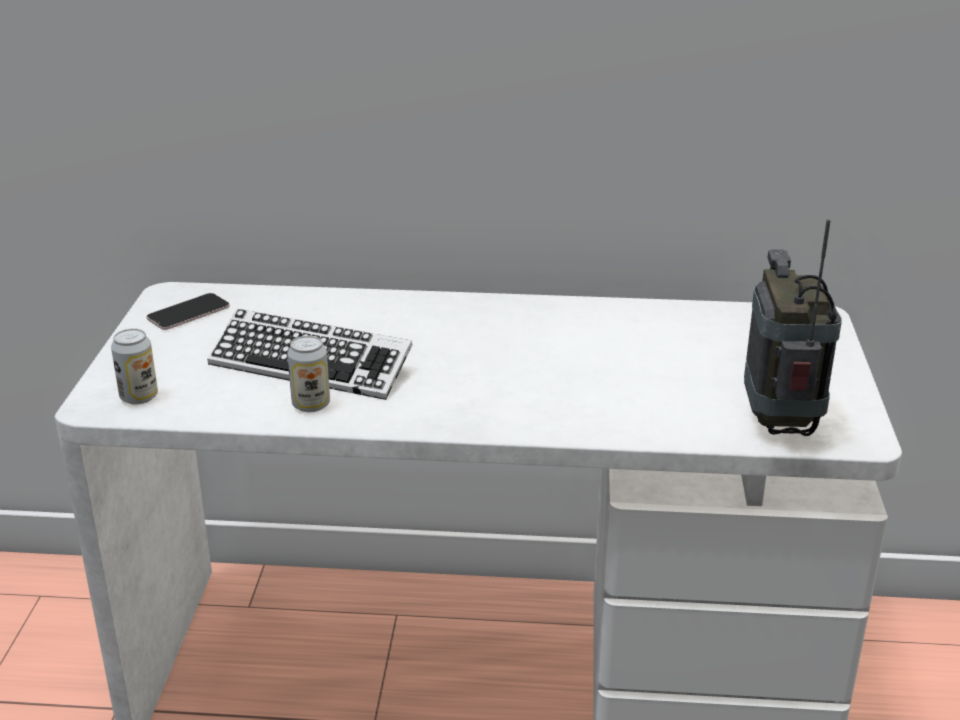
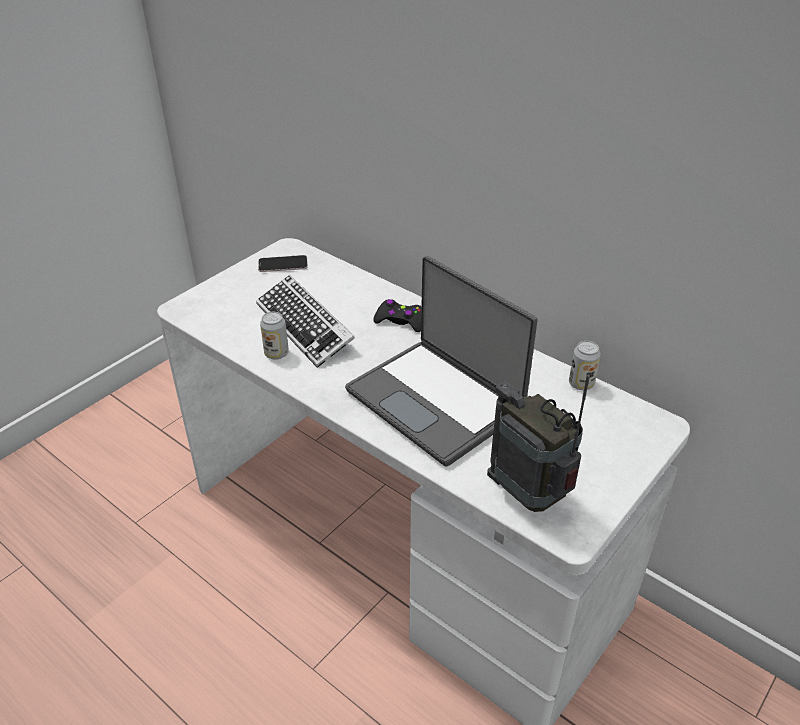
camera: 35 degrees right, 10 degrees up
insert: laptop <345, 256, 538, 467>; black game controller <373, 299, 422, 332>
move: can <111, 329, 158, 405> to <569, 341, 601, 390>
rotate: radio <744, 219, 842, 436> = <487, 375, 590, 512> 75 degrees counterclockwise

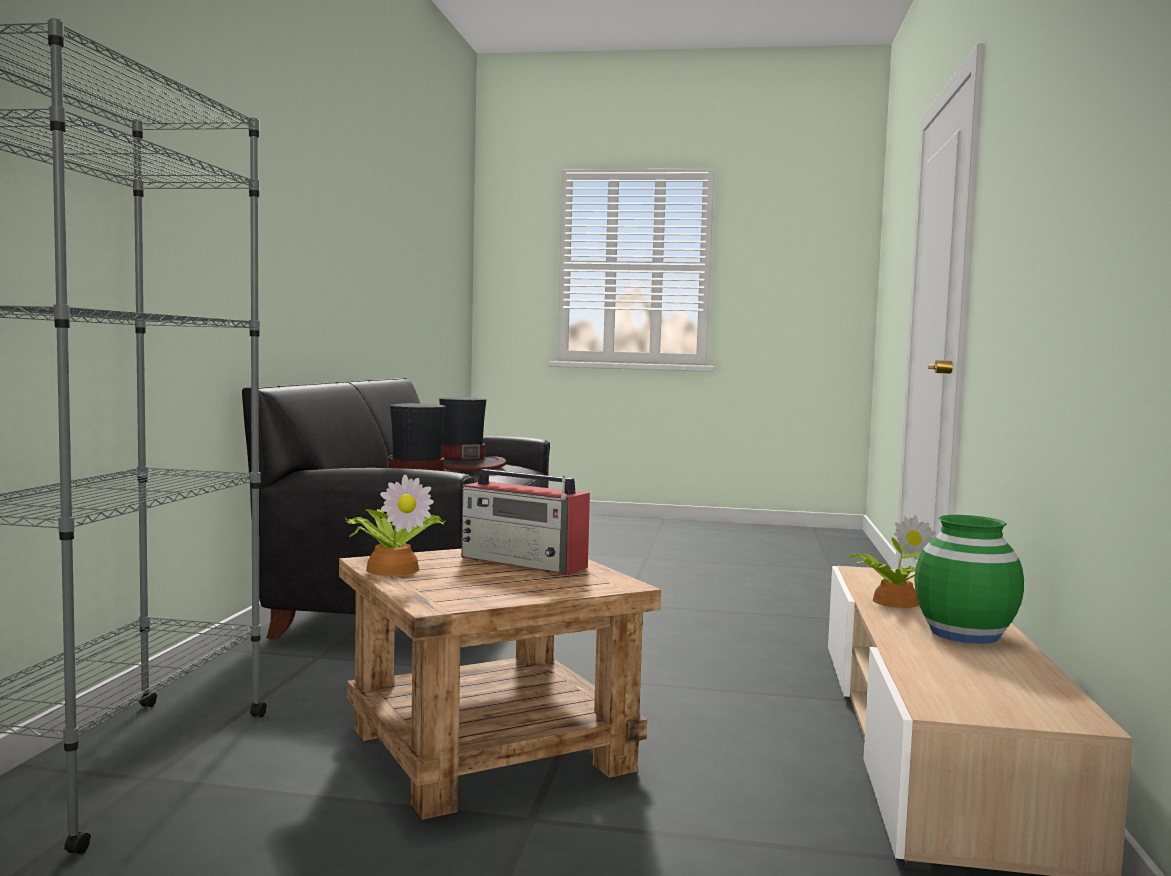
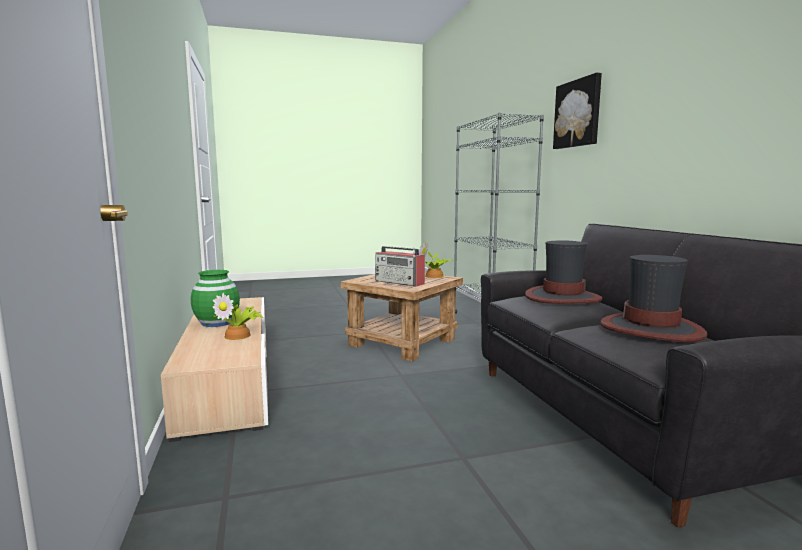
camera: 155 degrees right, 5 degrees up
insert: picture <553, 73, 602, 149>
rotate: radio <461, 469, 590, 575> = <375, 246, 425, 287> 150 degrees counterclockwise

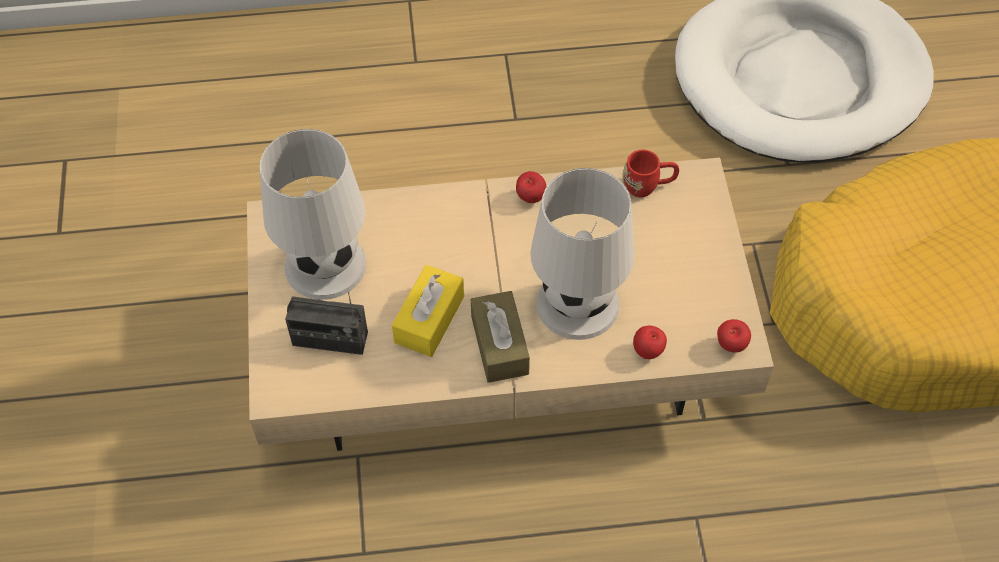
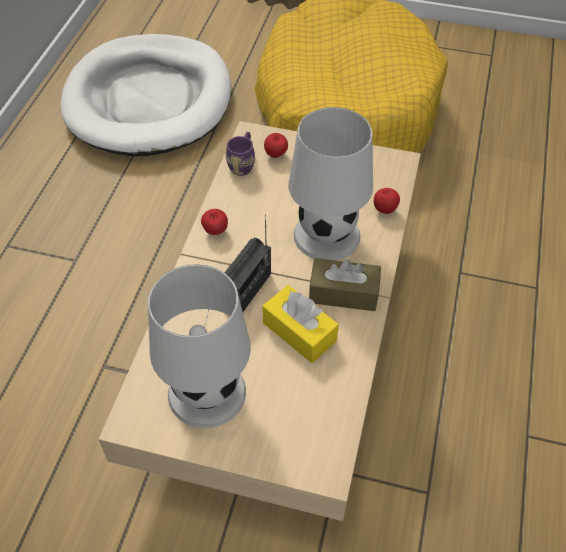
camera: 70 degrees left, 5 degrees down
move: radio <285, 292, 368, 355> to <224, 214, 271, 312>; apple <717, 319, 751, 352> to <264, 133, 288, 158>
recolor: red mug <622, 150, 679, 197> to purple mug <226, 132, 255, 176>

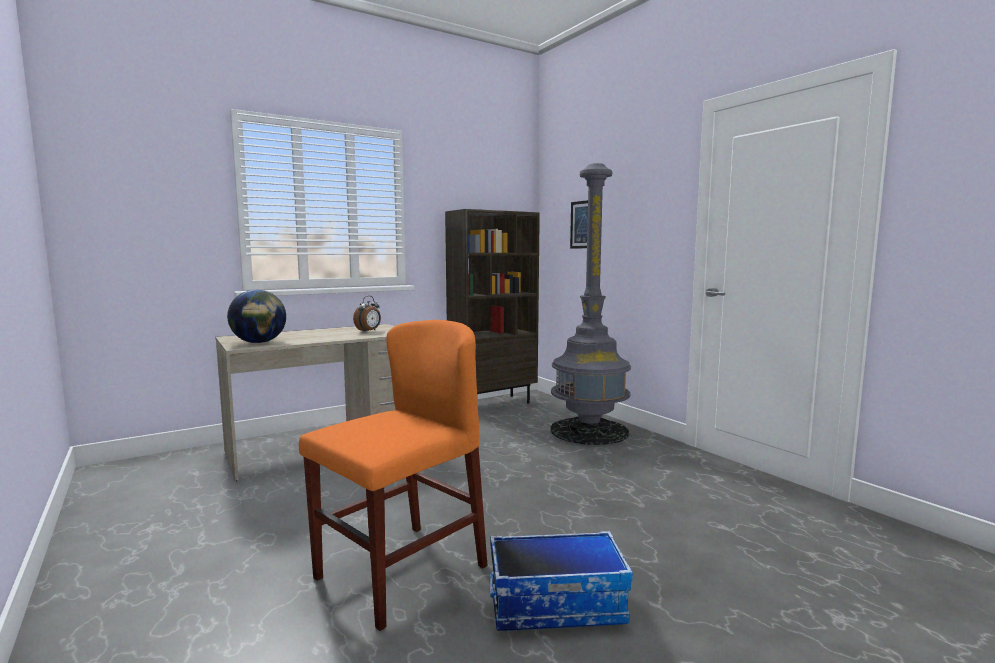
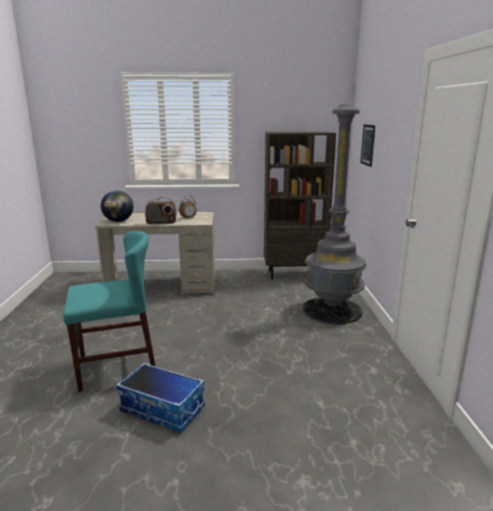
camera: 30 degrees right, 10 degrees up
insert: radio <145, 197, 177, 224>
recolor: orange chair <299, 320, 488, 631> to turquoise chair <63, 231, 156, 392>

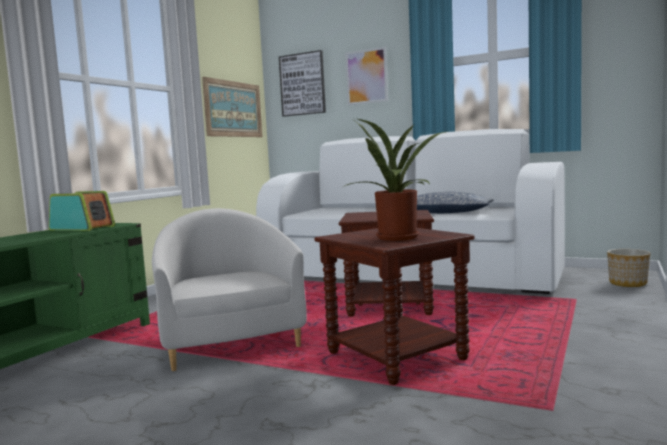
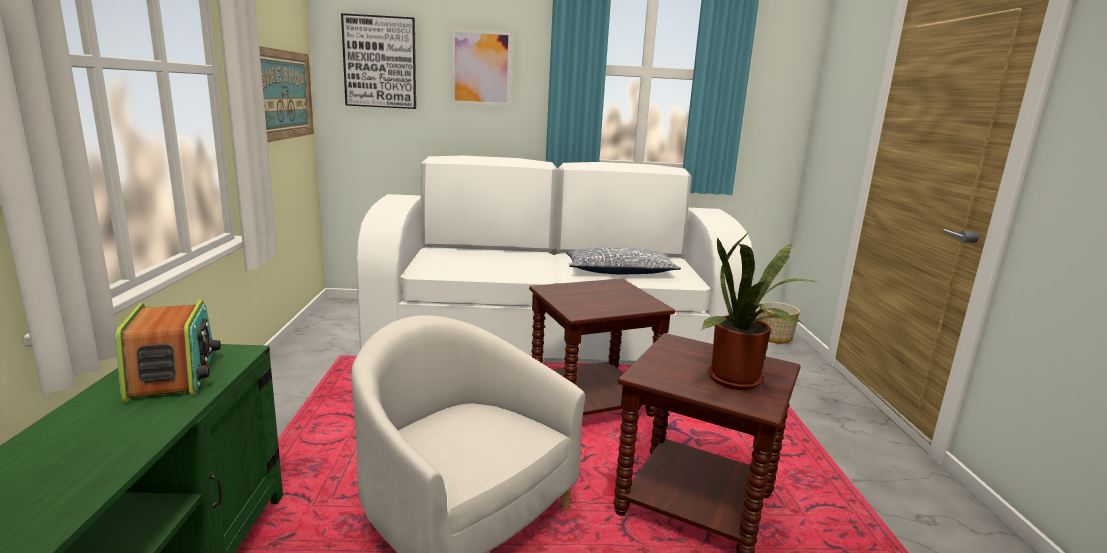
camera: 30 degrees left, 10 degrees up
rotate: radio <49, 191, 115, 231> = <115, 300, 221, 403> 75 degrees clockwise

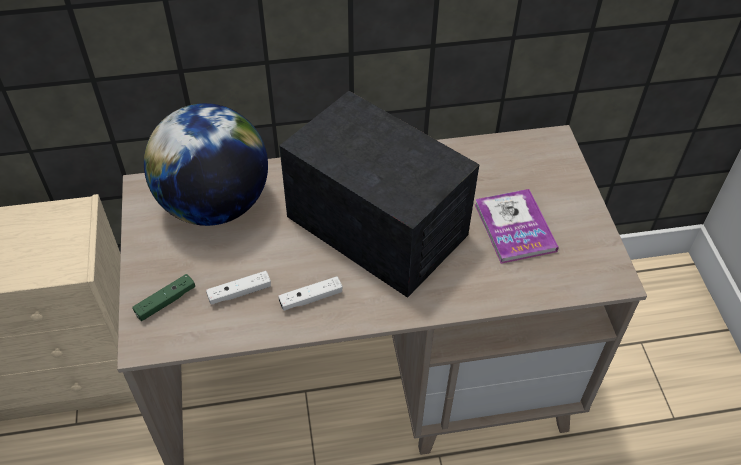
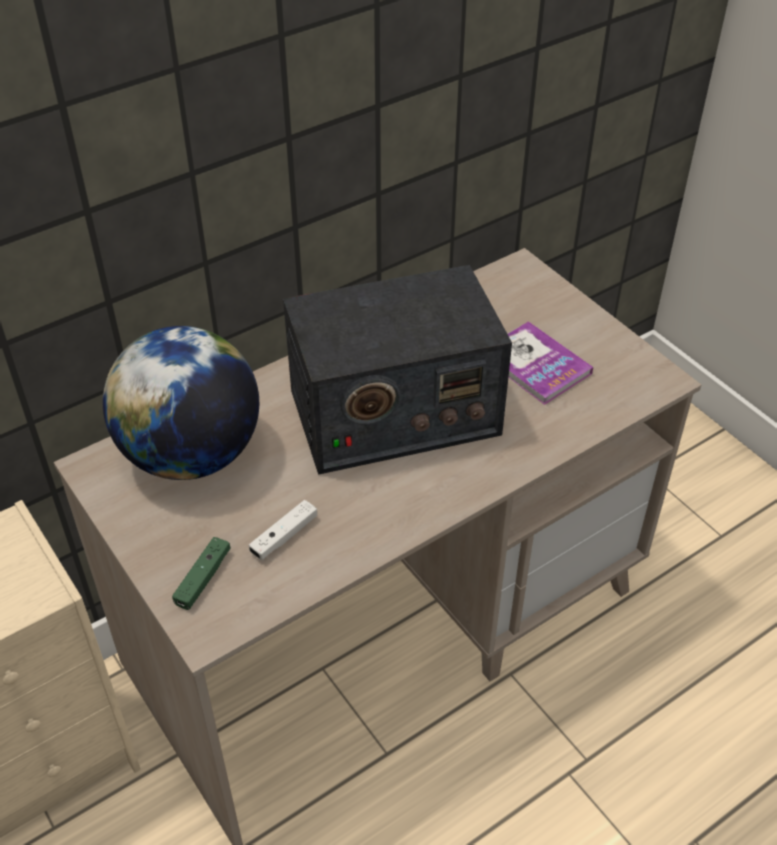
camera: 25 degrees left, 5 degrees down
delete: white game controller <279, 276, 343, 311>
rotate: radio <279, 91, 480, 298> = <283, 265, 512, 475> 150 degrees clockwise

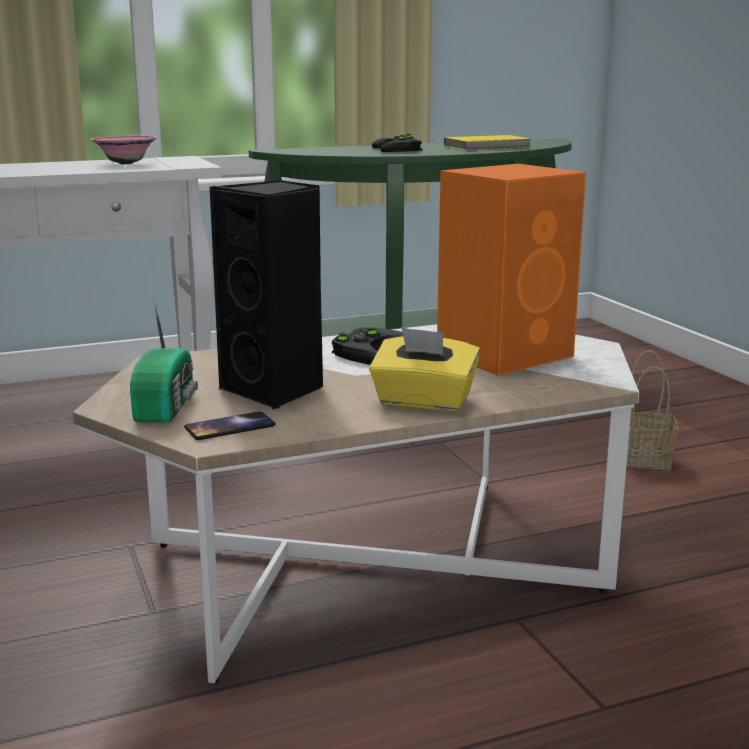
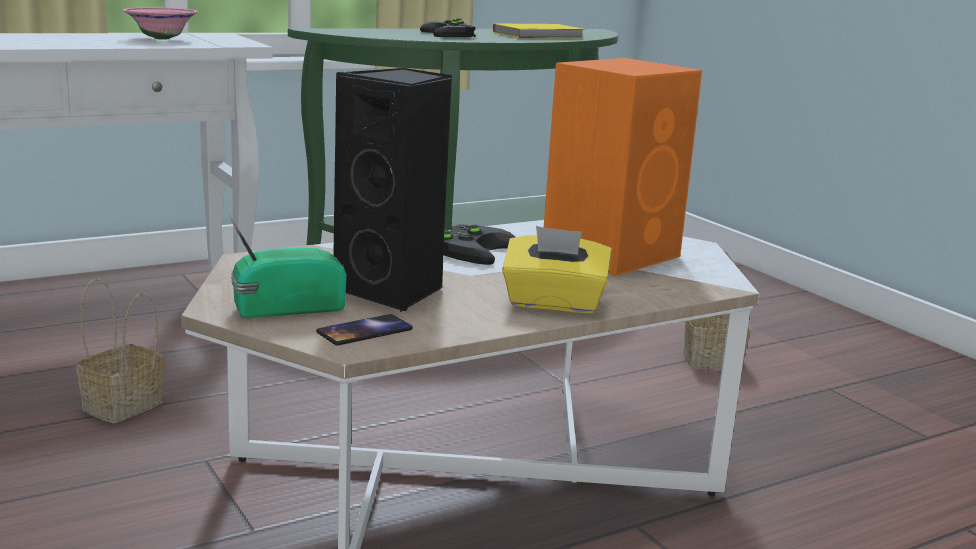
camera: 10 degrees left, 0 degrees up
insert: basket <76, 279, 165, 423>
rotate: radio <130, 298, 198, 423> = <228, 214, 347, 318> 105 degrees counterclockwise

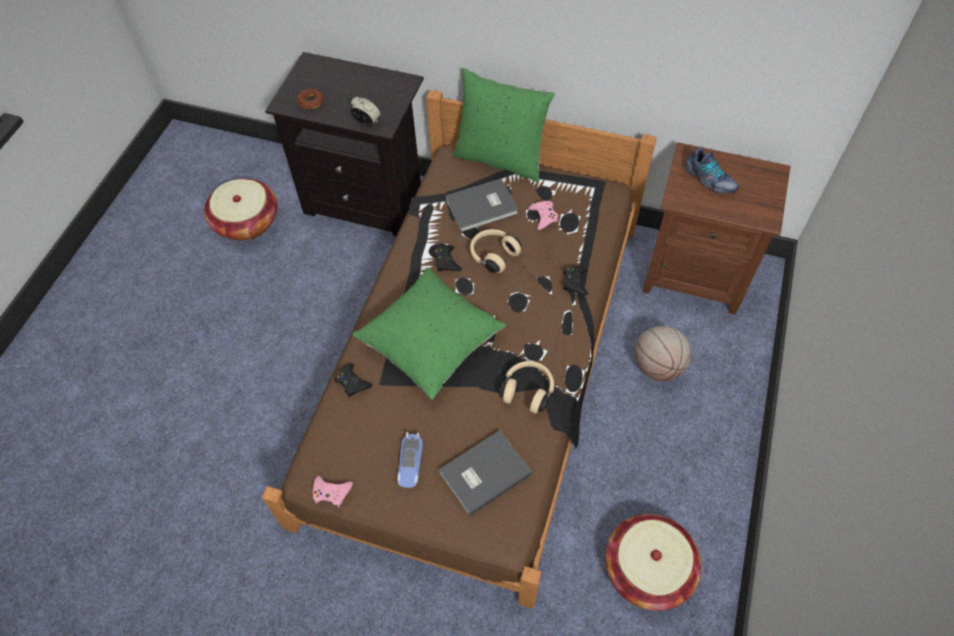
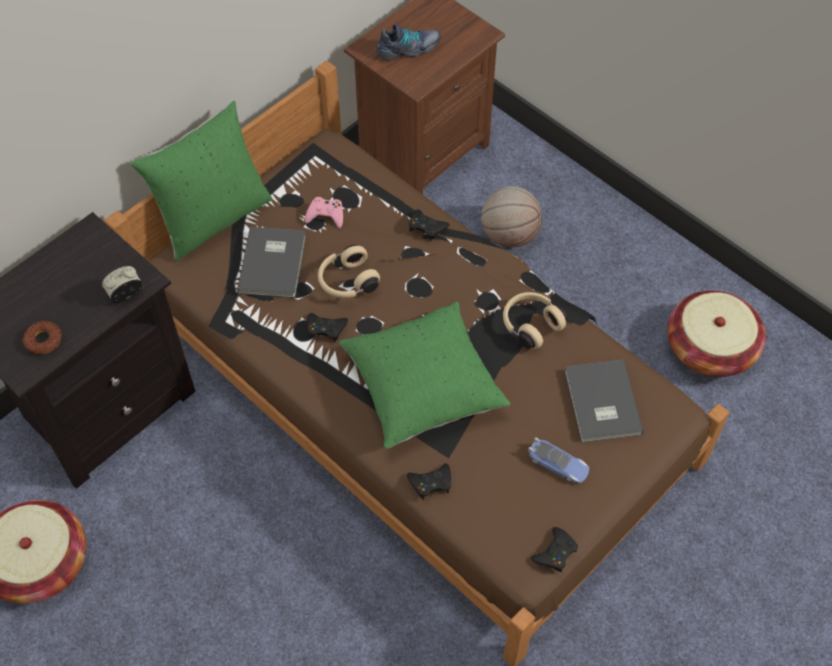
camera: 65 degrees left, 0 degrees up
recolor: pink game controller <313, 476, 353, 507> to black game controller <530, 527, 578, 572>

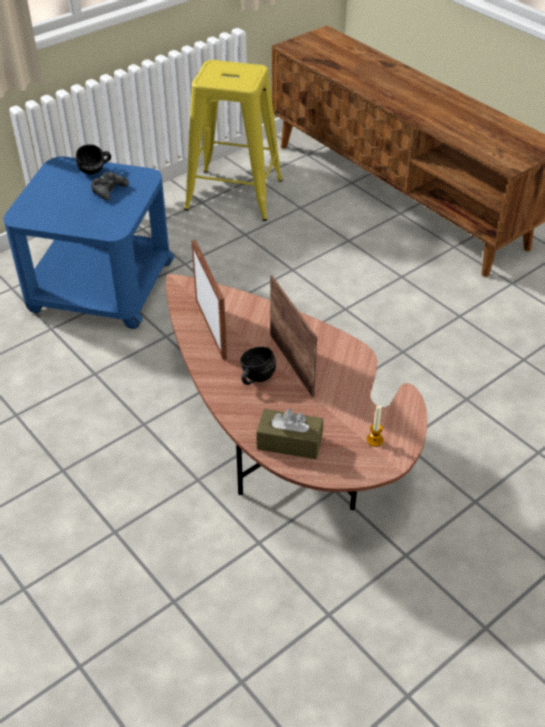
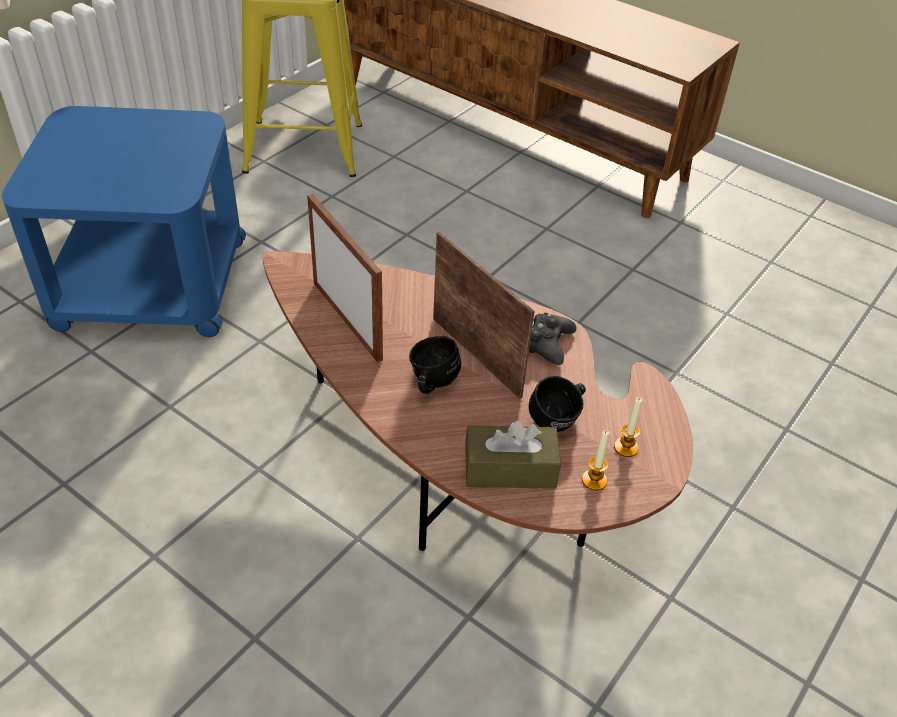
camera: 15 degrees left, 0 degrees up
insert: candle <582, 430, 610, 491>
move: black mug <76, 144, 111, 175> to <529, 376, 586, 432>; black game controller <91, 172, 129, 200> to <529, 313, 577, 365>

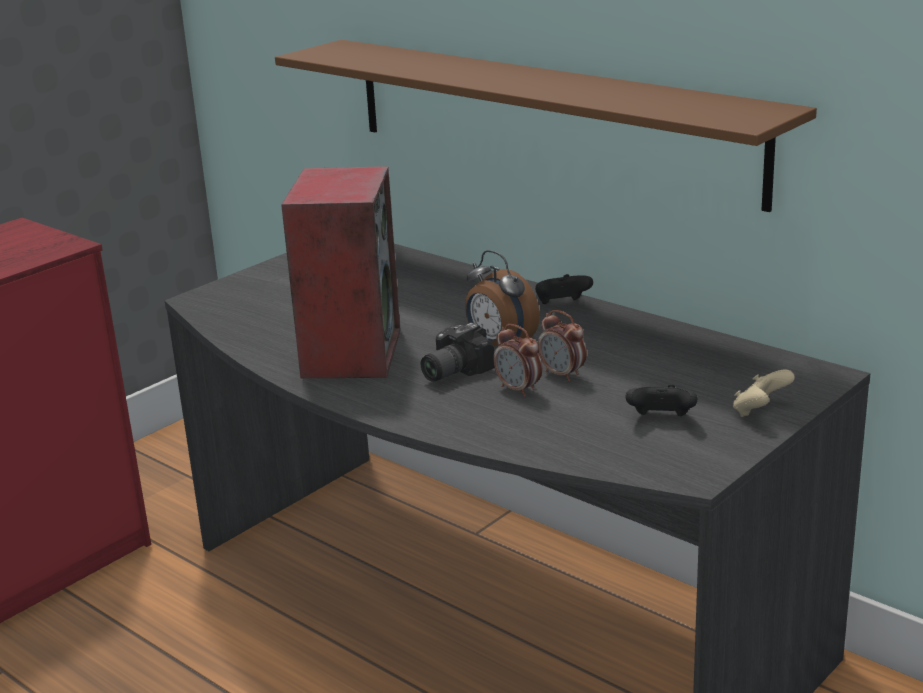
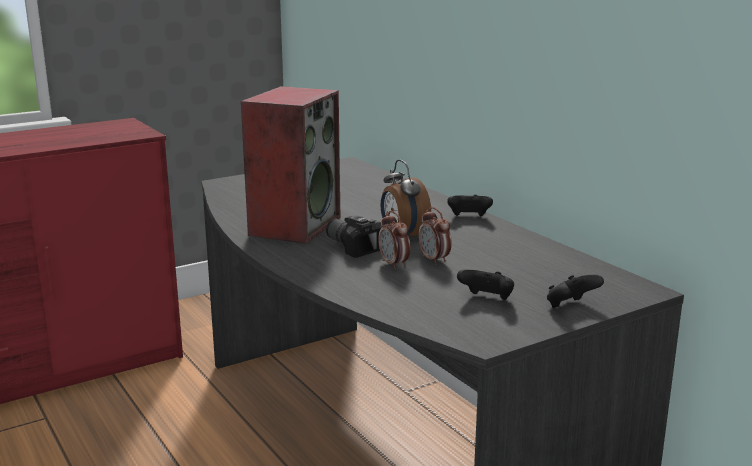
camera: 15 degrees right, 5 degrees down
delete: brown shelf <275, 40, 817, 212>
recolor: beige game controller <733, 370, 795, 417> to black game controller <547, 274, 604, 308>
rotate: photo camera <421, 323, 494, 381> = <326, 216, 382, 258> 75 degrees clockwise

